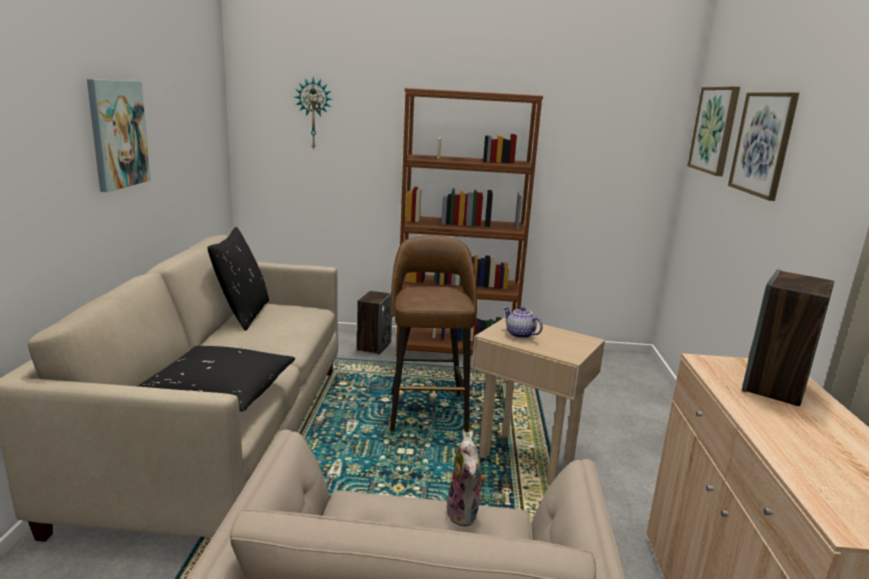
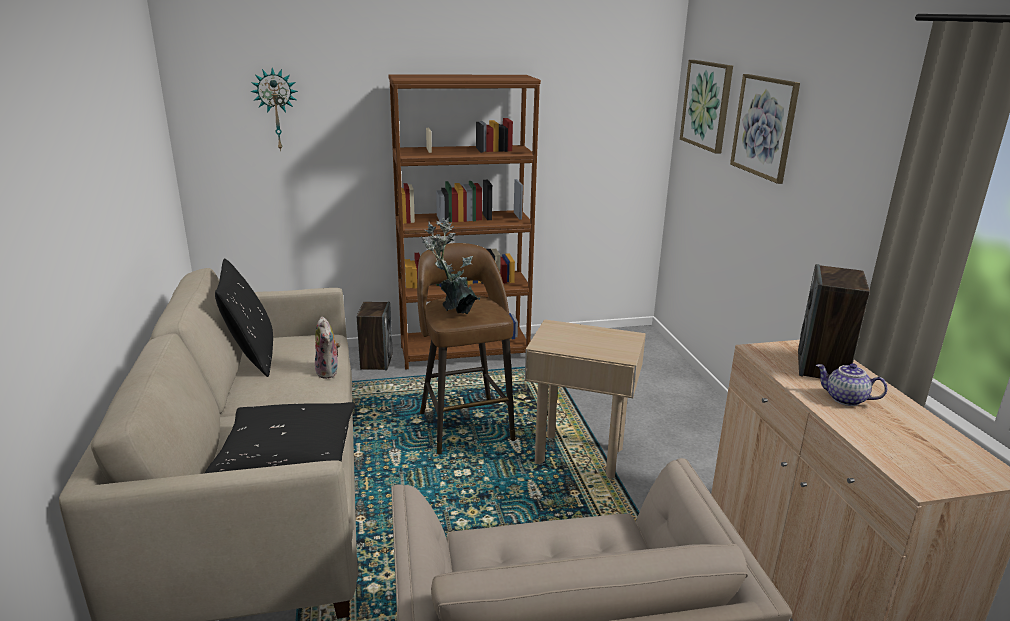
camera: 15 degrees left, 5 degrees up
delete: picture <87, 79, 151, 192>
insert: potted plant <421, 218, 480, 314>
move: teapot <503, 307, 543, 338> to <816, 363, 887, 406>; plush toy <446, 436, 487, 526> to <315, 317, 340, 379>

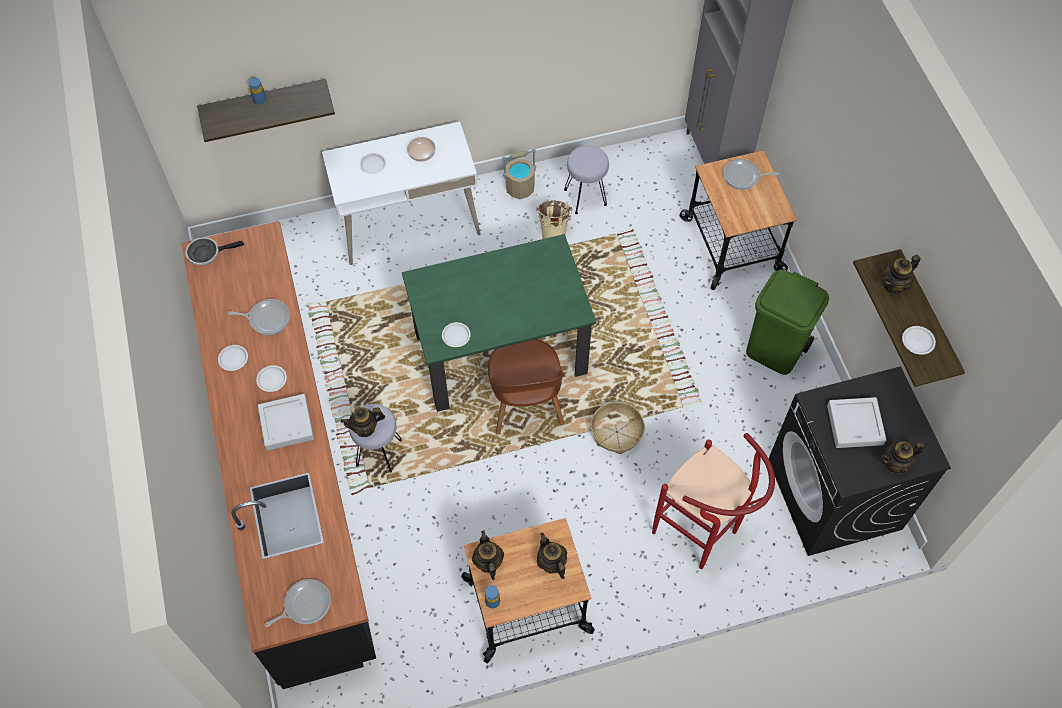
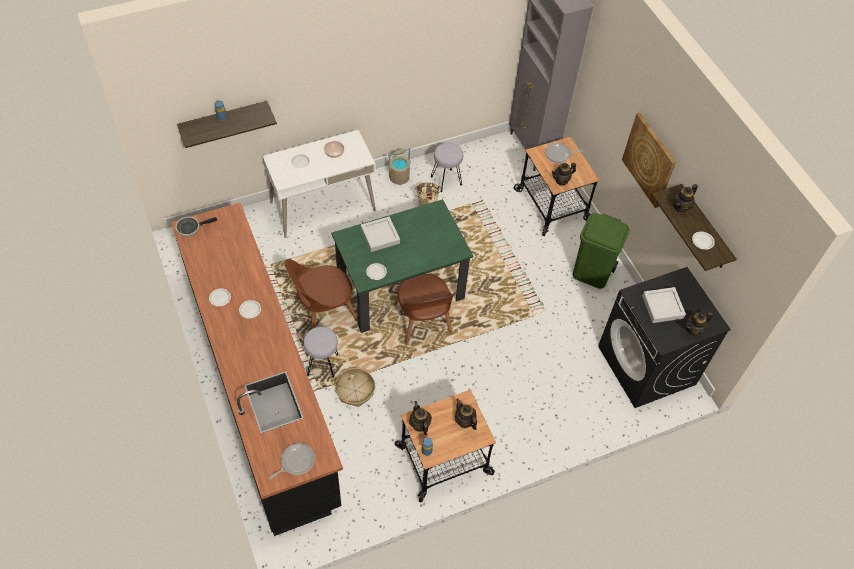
camera: 10 degrees left, 5 degrees down
delete: frying pan <228, 299, 290, 335>; red stool <652, 433, 775, 569>
insert: picture <622, 113, 676, 208>; brown chair <285, 259, 358, 329>
move: grey tray <258, 394, 314, 451> to <361, 217, 400, 252>; basket <591, 402, 645, 454> to <335, 368, 375, 407>; teapot <340, 407, 385, 437> to <552, 163, 576, 185>

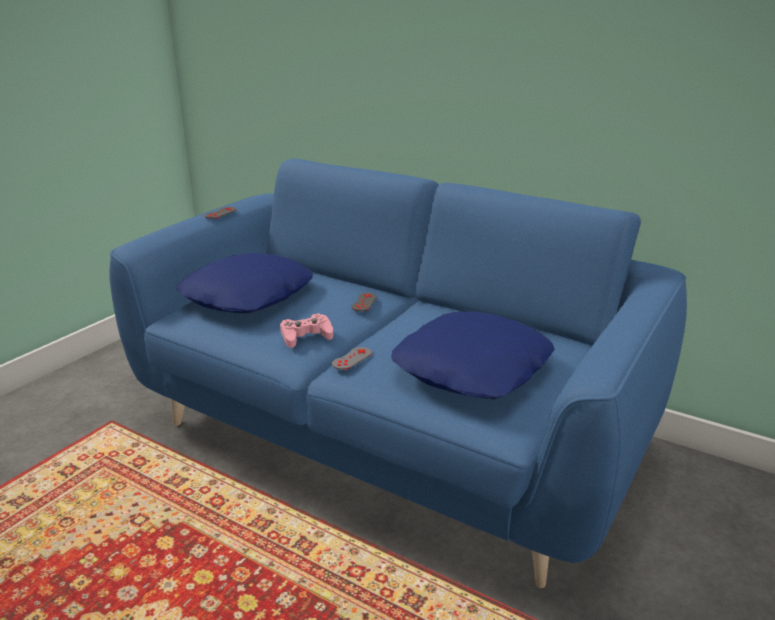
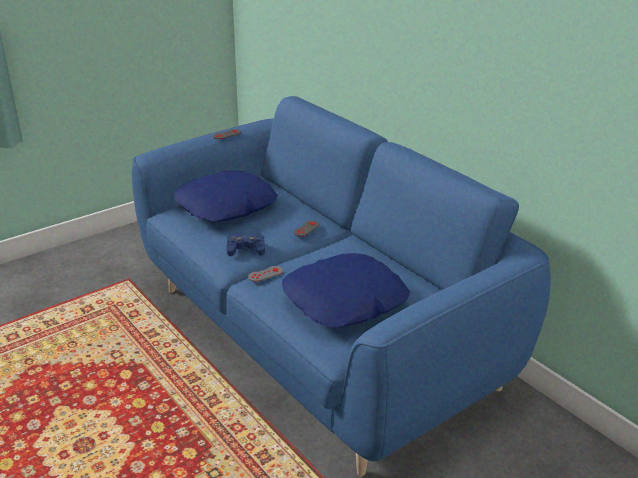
camera: 20 degrees right, 5 degrees up
recolor: pink game controller <280, 313, 333, 348> to blue game controller <227, 233, 265, 256>

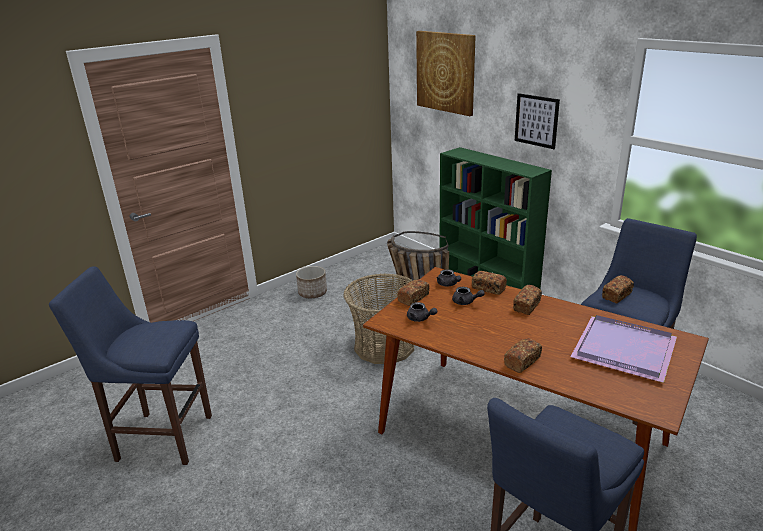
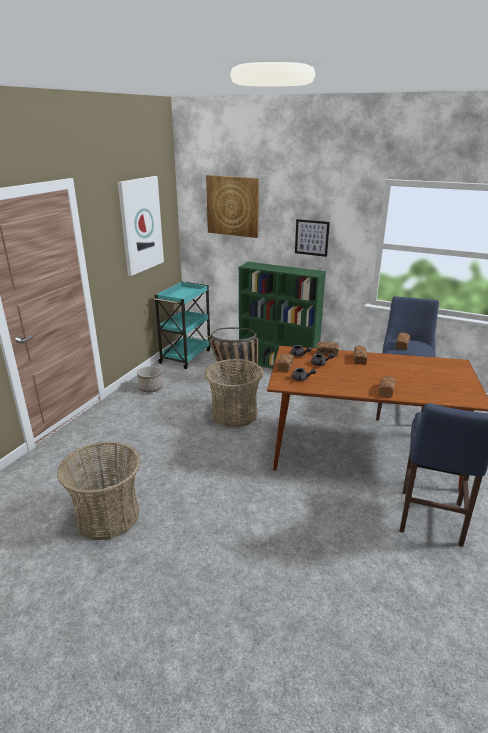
camera: 25 degrees left, 0 degrees up
delete: purple tray <571, 315, 677, 383>
insert: picture <118, 176, 164, 276>; turquoise cart <154, 281, 211, 369>
replace: blue stool <49, 266, 212, 465> to basket <57, 442, 140, 540>

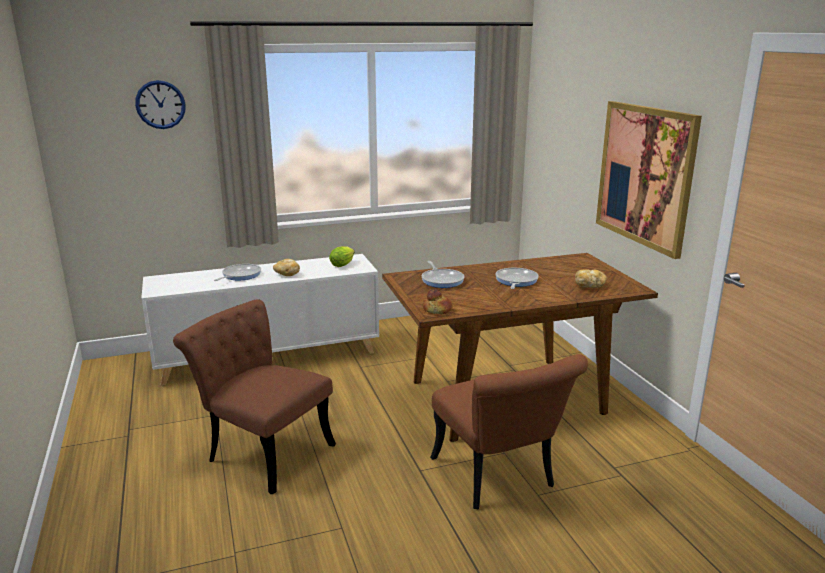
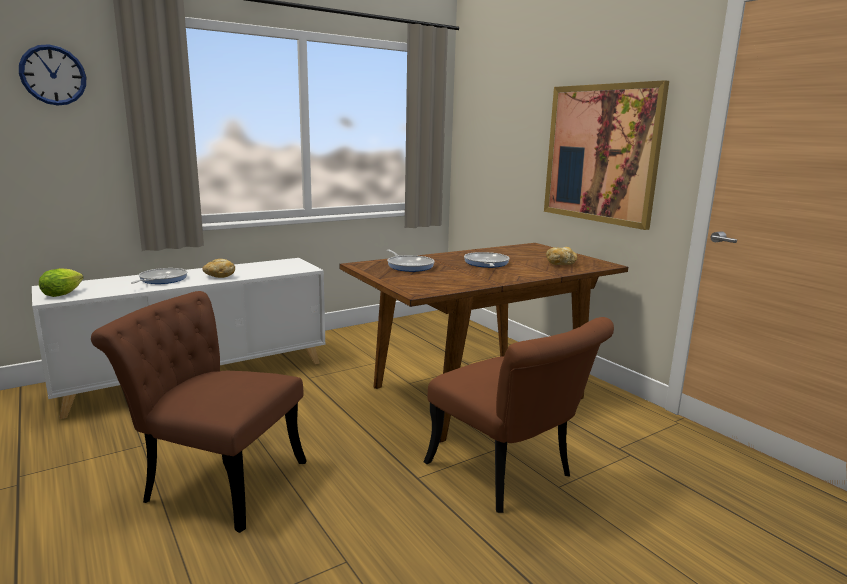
camera: 15 degrees left, 5 degrees down
delete: bread <423, 289, 453, 315>
move: lettuce <329, 246, 355, 267> to <39, 268, 83, 297>

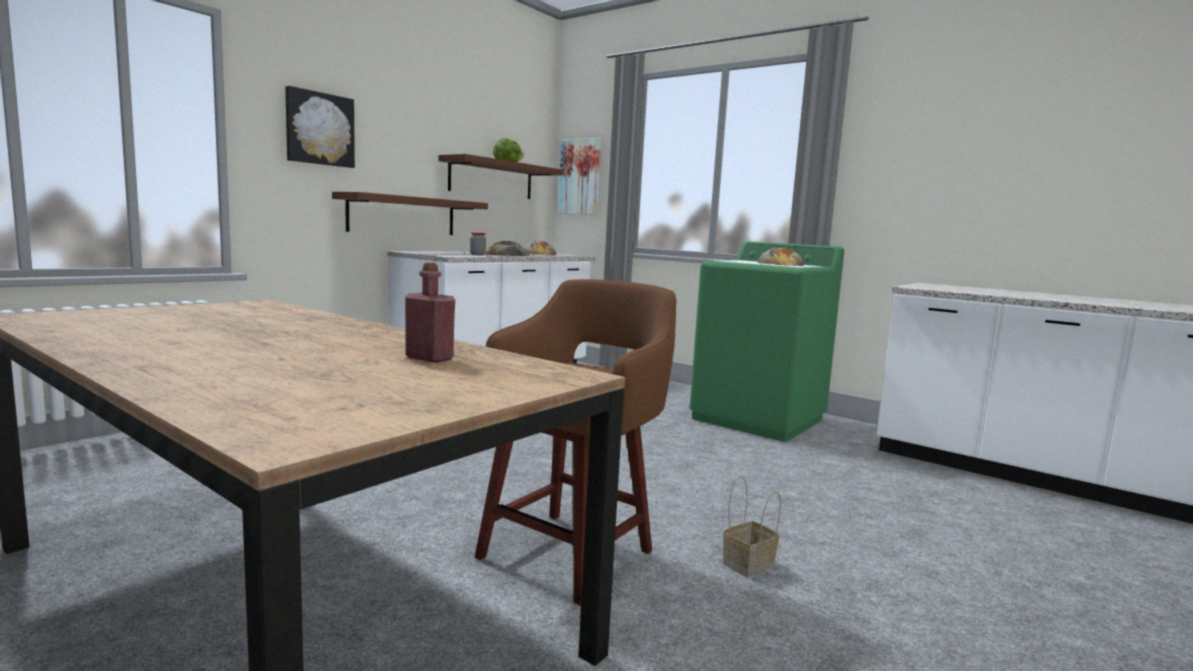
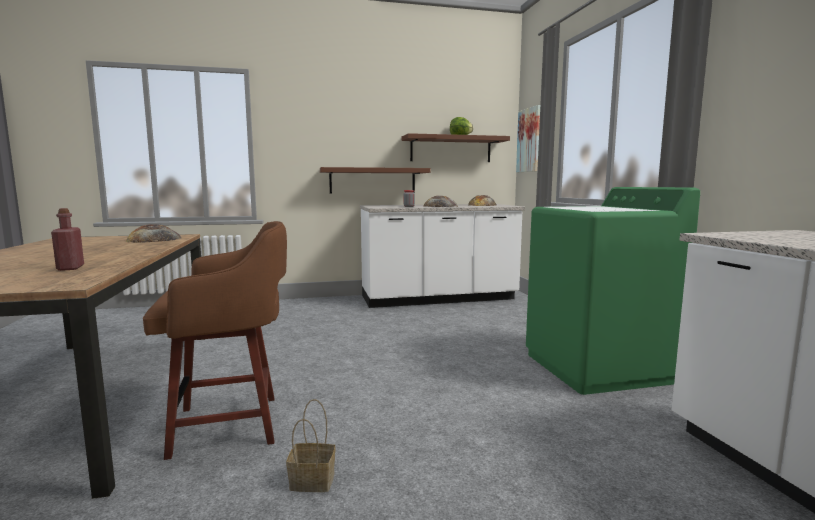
camera: 40 degrees right, 0 degrees up
delete: picture <285, 86, 355, 168>
move: bread <757, 247, 804, 266> to <126, 224, 182, 243>

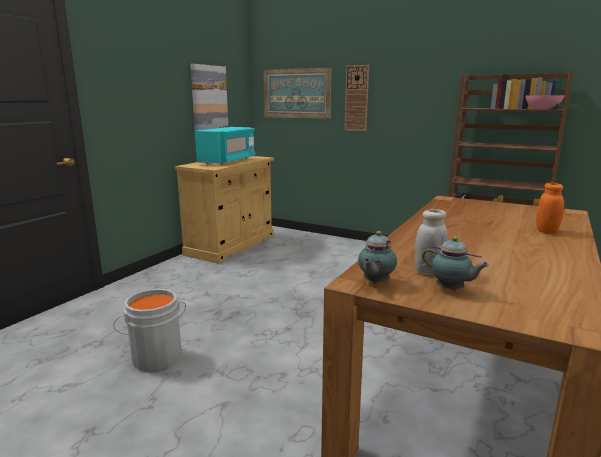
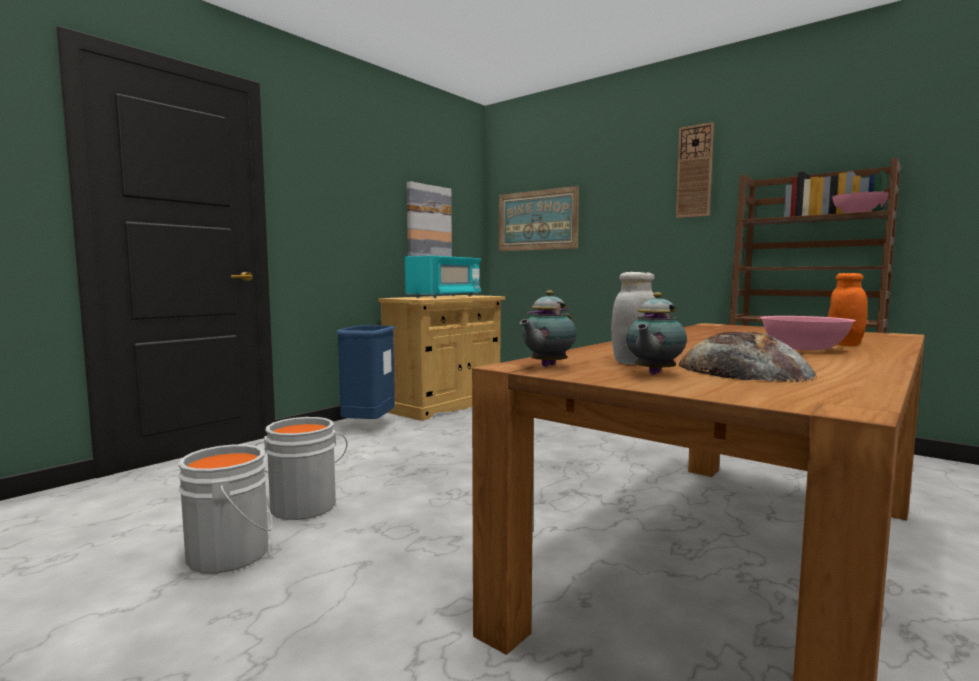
camera: 10 degrees right, 10 degrees down
insert: pink bowl <760, 316, 856, 350>; blue trash can <336, 325, 395, 419>; bread <678, 332, 817, 382>; grey bucket <178, 444, 273, 573>
move: wall clock <344, 65, 369, 131> to <676, 122, 714, 218>
rotate: teapot <422, 236, 489, 291> = <626, 292, 687, 375> 75 degrees clockwise

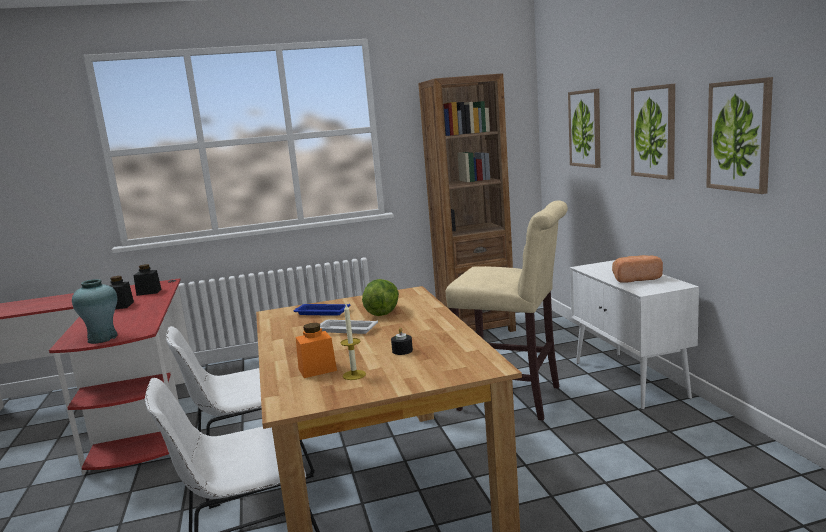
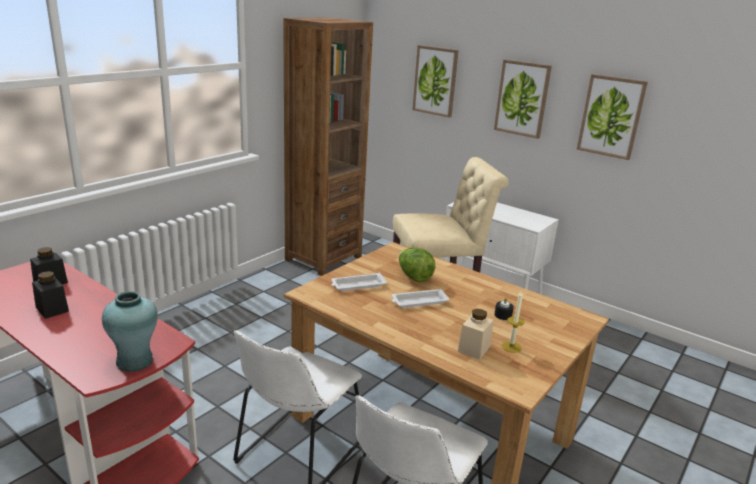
camera: 40 degrees left, 10 degrees up
delete: bread <612, 255, 663, 283>
recolor: blue tray <293, 304, 350, 316> to white tray <331, 273, 387, 291>; orange jar <296, 323, 337, 378> to beige jar <458, 309, 493, 360>

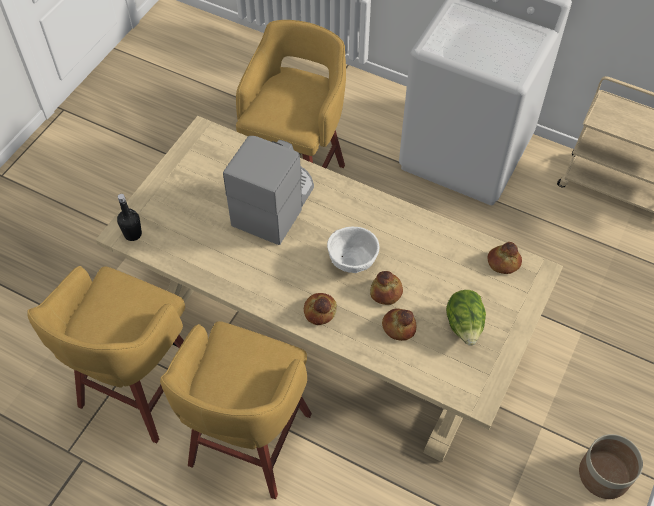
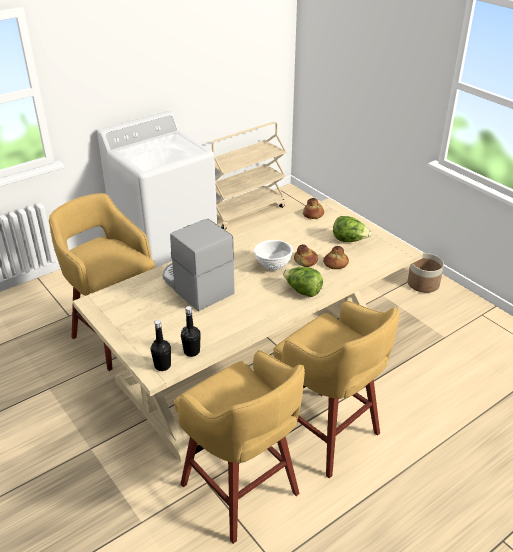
camera: 65 degrees left, 20 degrees down
insert: black bottle <181, 306, 201, 357>
replace: bread <304, 293, 337, 325> to lettuce <283, 267, 323, 297>

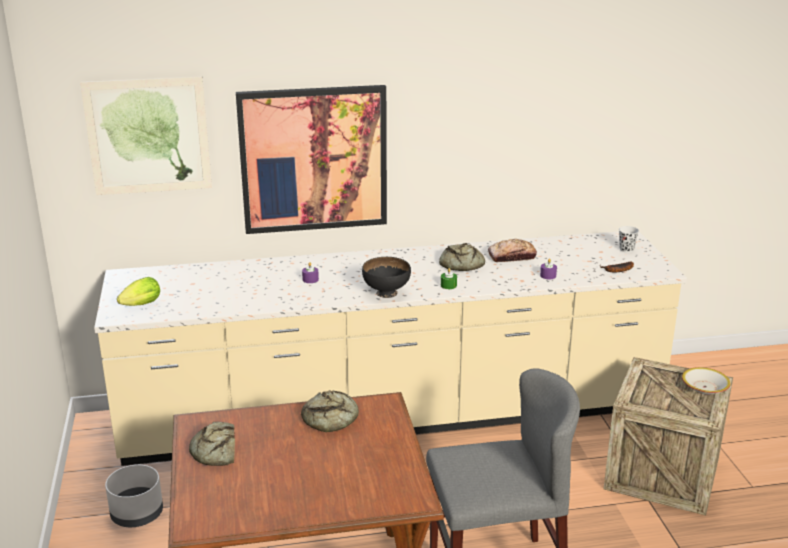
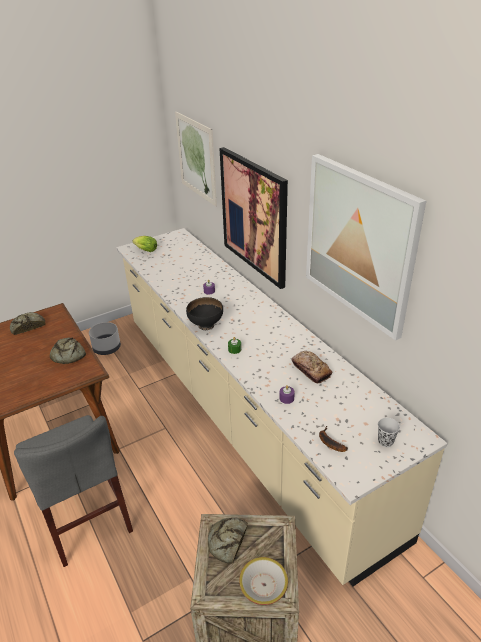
camera: 70 degrees right, 10 degrees up
insert: picture <306, 154, 426, 341>
move: bread <439, 243, 485, 271> to <208, 518, 248, 564>

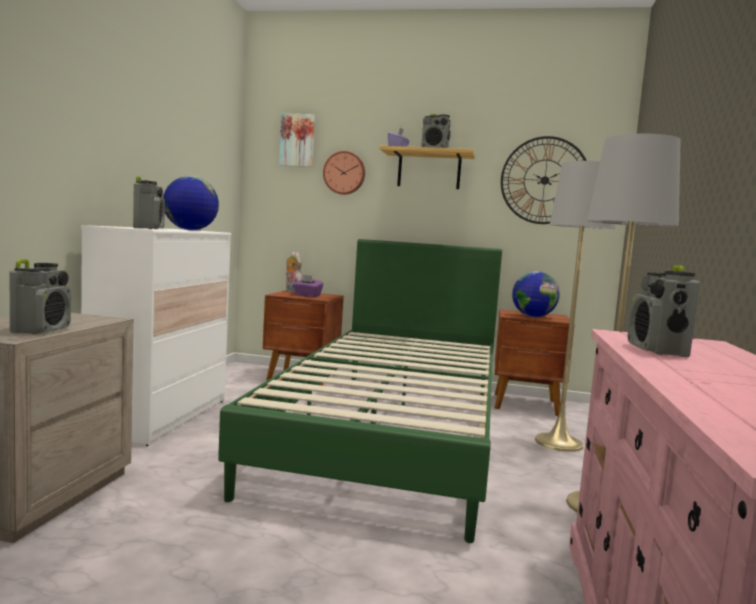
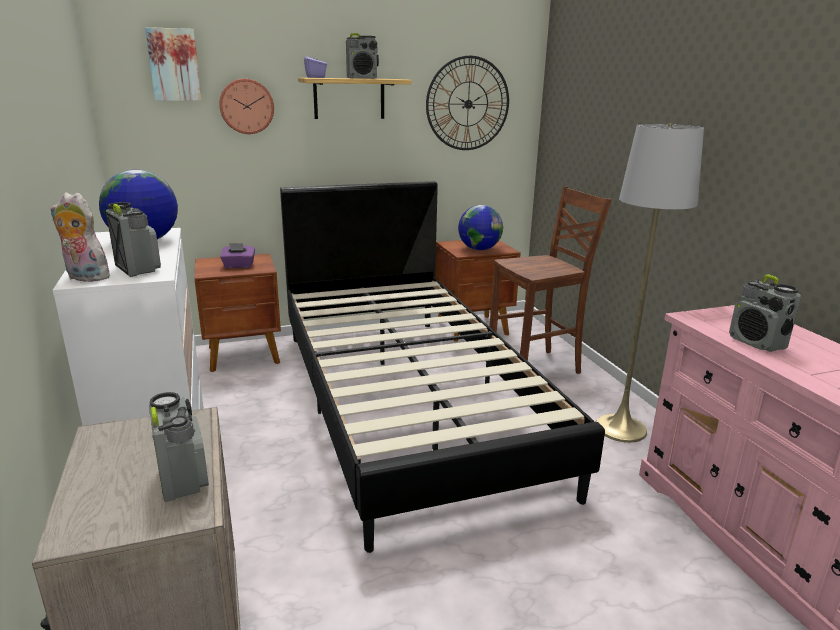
camera: 30 degrees left, 15 degrees up
move: plush toy <286, 252, 302, 293> to <51, 192, 110, 282>
replace: grey floor lamp <535, 161, 616, 452> to brown chair <489, 186, 612, 374>
recolor: green bed <218, 239, 502, 543> to black bed <280, 181, 605, 553>

